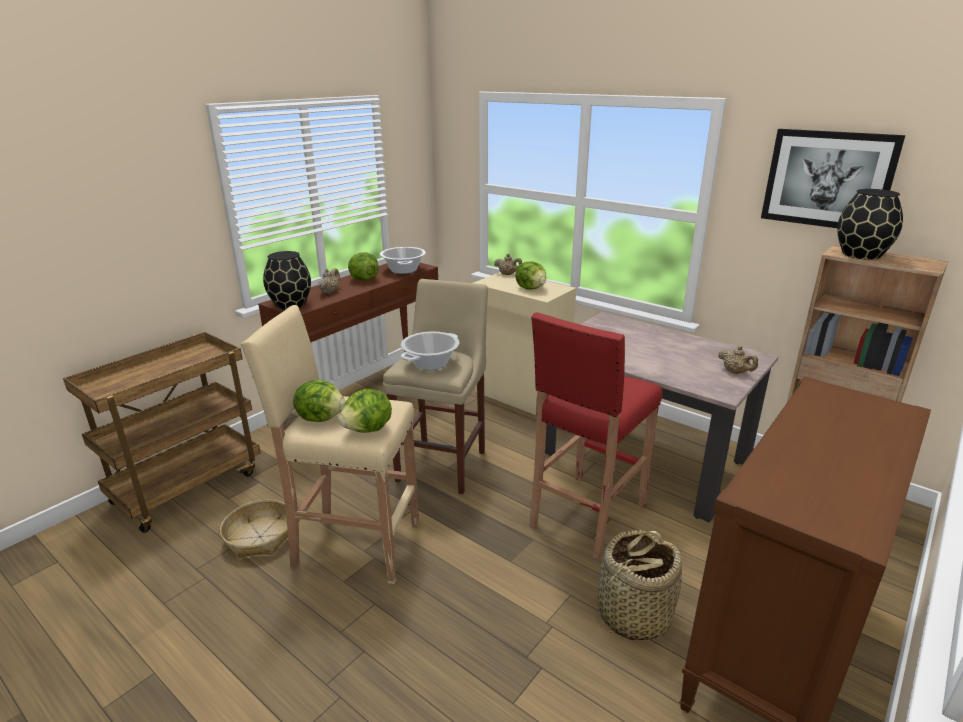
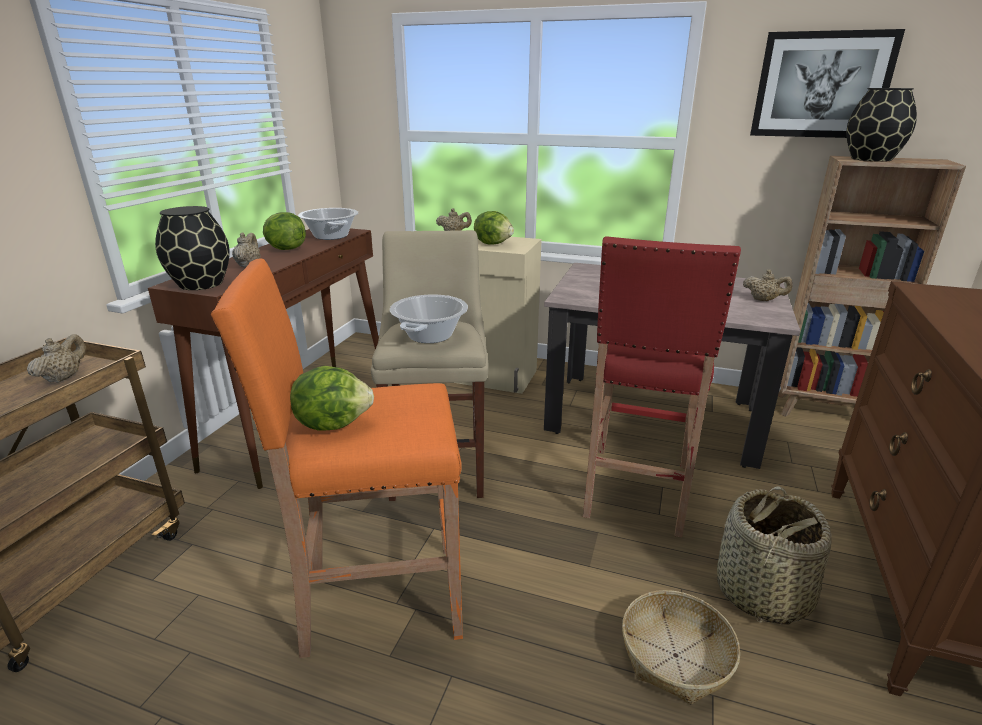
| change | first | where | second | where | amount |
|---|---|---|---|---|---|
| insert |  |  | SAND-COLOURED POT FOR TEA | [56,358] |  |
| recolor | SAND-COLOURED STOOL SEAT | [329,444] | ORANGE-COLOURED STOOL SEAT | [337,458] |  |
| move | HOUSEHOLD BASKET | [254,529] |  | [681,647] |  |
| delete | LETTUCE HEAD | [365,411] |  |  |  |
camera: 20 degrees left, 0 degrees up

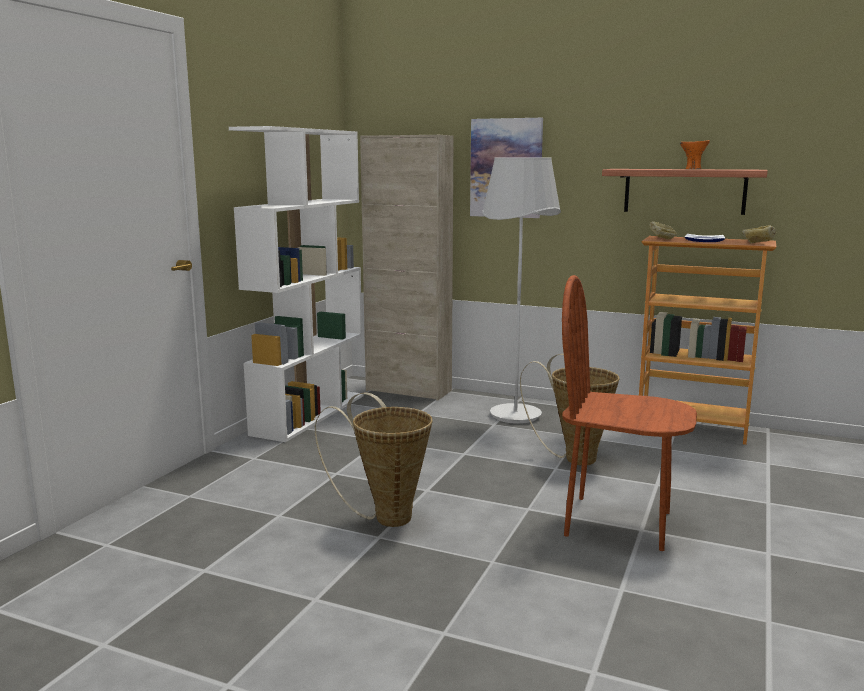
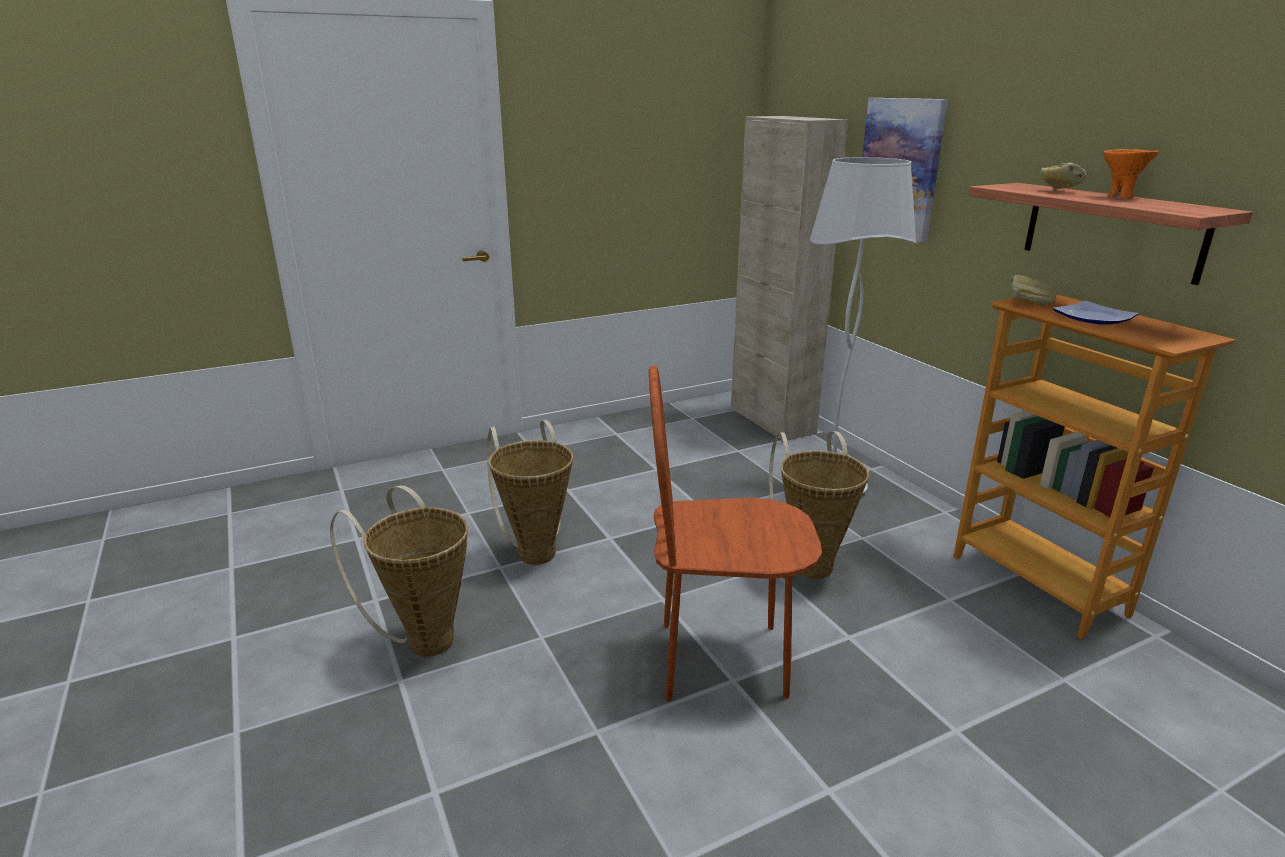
| change | first | where | second | where | amount |
|---|---|---|---|---|---|
| insert |  |  | HOUSEHOLD BASKET | [399,571] |  |
| rotate | BROWN UPRIGHT CHAIR | [629,413] |  | [735,533] | 60 degrees counterclockwise |
| move | BAKERY BREAD | [759,234] |  | [1064,176] |  |
| delete | WHITE-COLOURED SHELVING UNIT | [296,284] |  |  |  |
camera: 40 degrees right, 10 degrees up

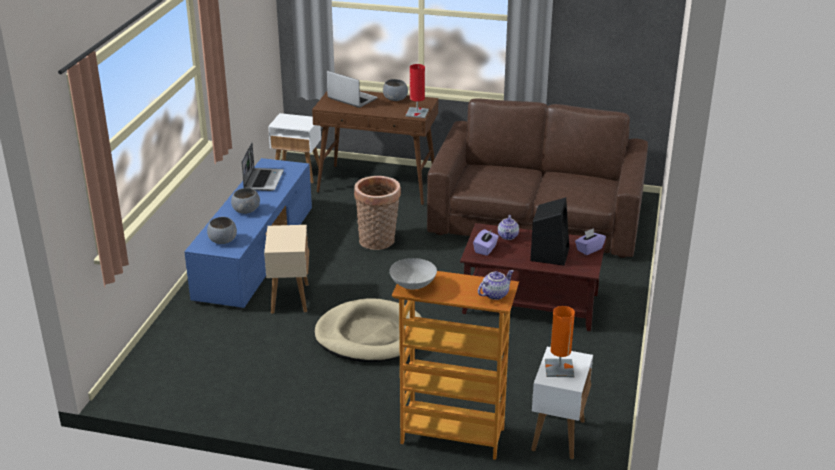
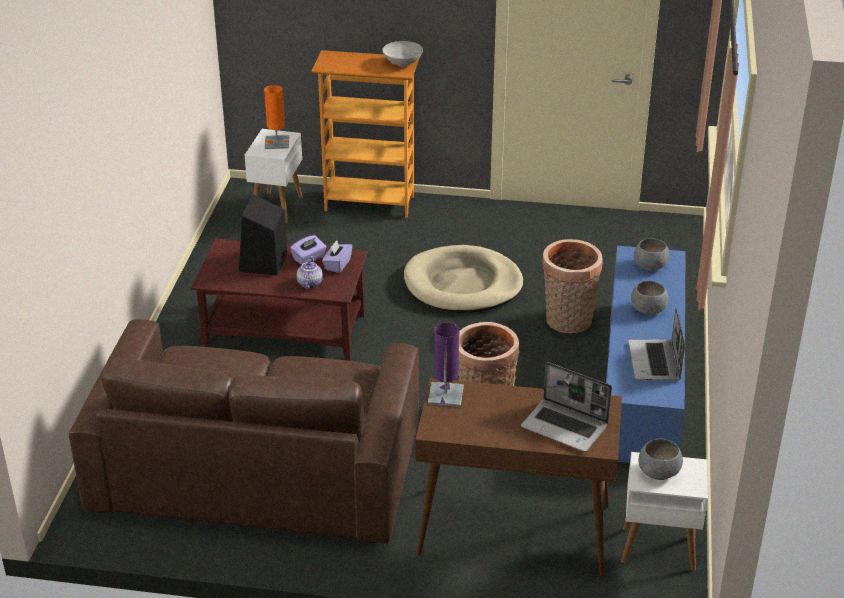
| change | first | where | second | where | amount |
|---|---|---|---|---|---|
| move | PURPLE TISSUE BOX | [590,241] |  | [308,250] |  |
| recolor | RED LAMP FOR A TABLE | [417,91] | PURPLE LAMP FOR A TABLE | [446,364] |  |
| replace | SAND-COLOURED END TABLE | [286,269] | HOUSEHOLD BASKET | [572,286] |  |
| move | GREYISH SERVING BOWL | [395,90] |  | [661,459] |  |
| delete | POT FOR TEA | [496,285] |  |  |  |
camera: 175 degrees right, 5 degrees up

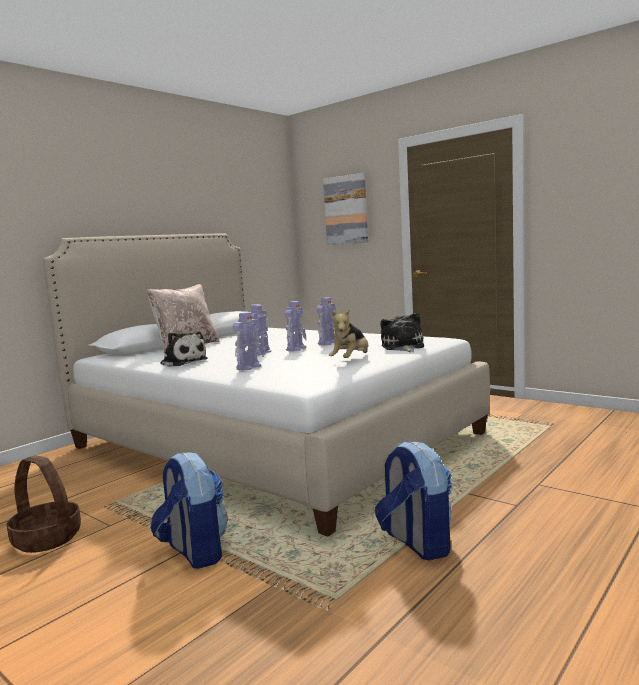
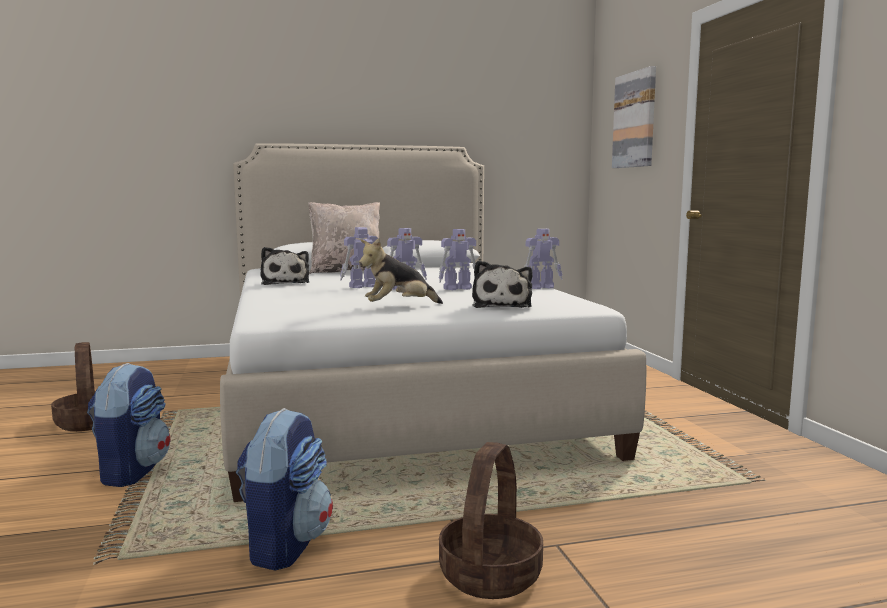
| change | first | where | second | where | amount |
|---|---|---|---|---|---|
| insert |  |  | HOUSEHOLD BASKET | [491,520] |  |
| rotate | PLUSH TOY | [402,332] |  | [502,284] | 150 degrees clockwise |
| move | TOY ROBOT | [248,341] |  | [543,259] |  |
camera: 35 degrees right, 0 degrees up

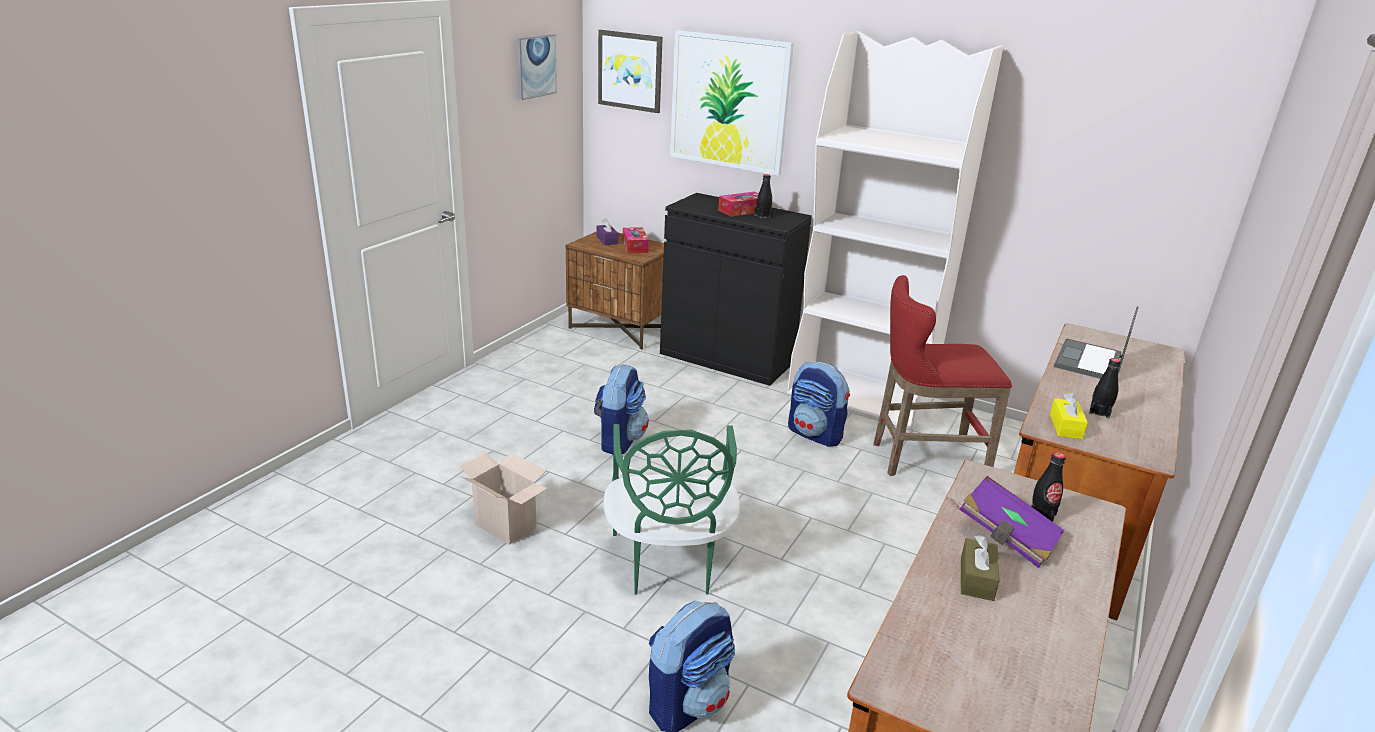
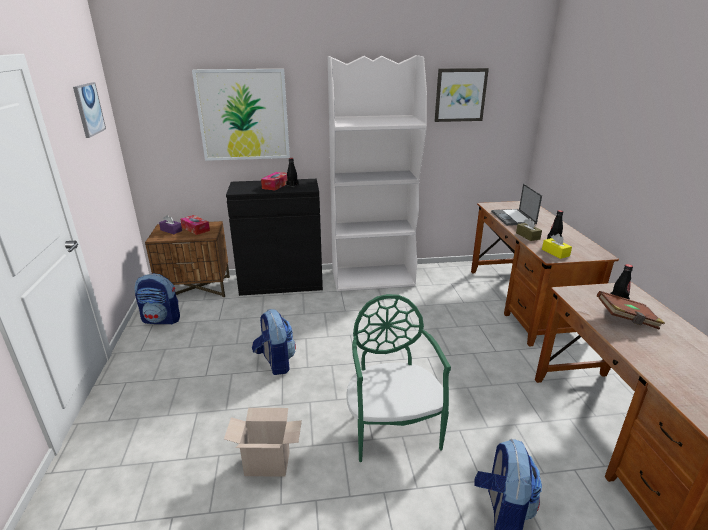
| change | first | where | second | where | amount |
|---|---|---|---|---|---|
| move | RUCKSACK | [819,404] |  | [157,298] |  |
| rotate | GREEN UPRIGHT CHAIR | [671,509] |  | [399,378] | 150 degrees counterclockwise |
| move | WALL PICTURE | [630,71] |  | [461,95] |  |
| move | BROWN TISSUE BOX | [980,568] |  | [529,229] |  |
| recolor | PURPLE BOOK | [1012,522] | BROWN BOOK | [631,310] |  |
| delete | RED STOOL SEAT | [942,375] |  |  |  |
camera: 35 degrees left, 0 degrees up

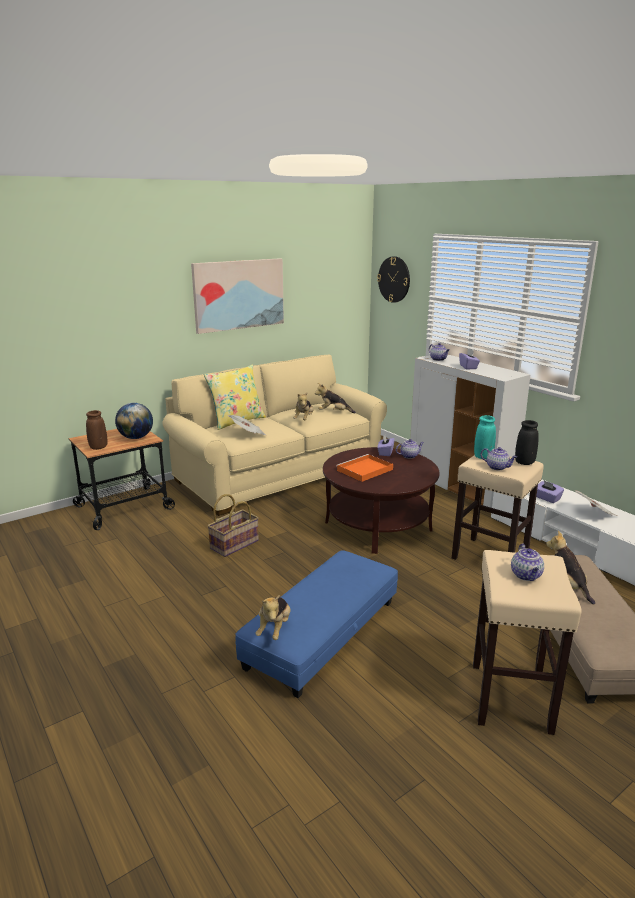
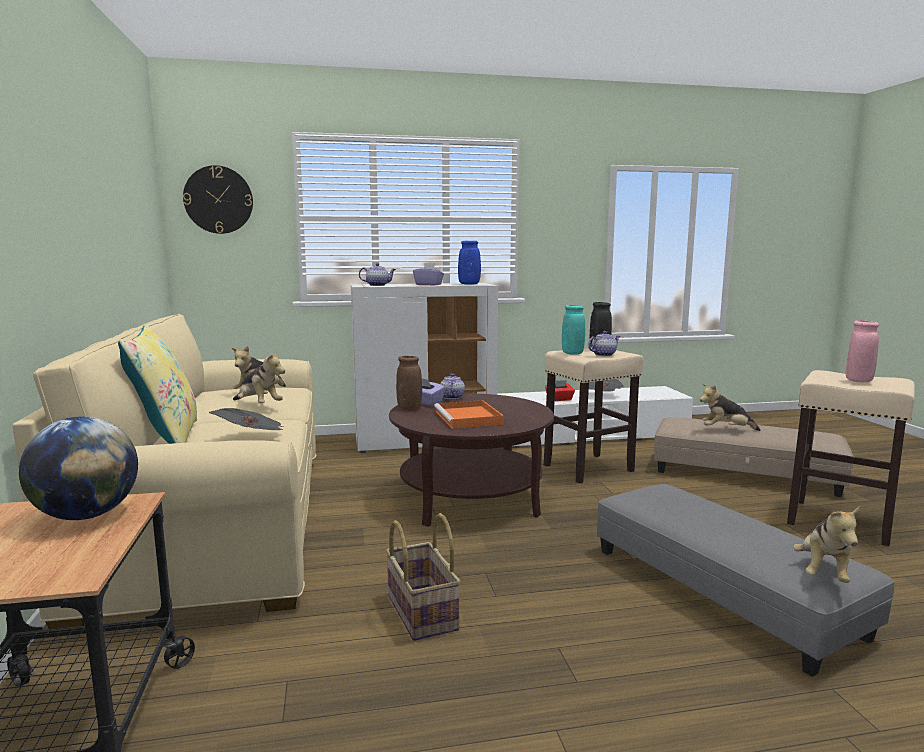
| change | first | where | second | where | amount |
|---|---|---|---|---|---|
| move | BROWN FLOWER VASE | [96,430] |  | [409,383] |  |
| insert |  |  | BLUISH FLOWER VASE | [469,263] |  |
| recolor | PURPLE TISSUE BOX | [550,492] | RED TISSUE BOX | [560,390] |  |
| recolor | BLUISH OTTOMAN | [317,624] | GREYISH OTTOMAN | [745,580] |  |
| rotate | PLUSH TOY | [273,617] |  | [826,544] | 75 degrees clockwise |
| replace | POT FOR TEA | [527,562] | PINKISH FLOWER VASE | [862,351] |  |
| delete | WALL PICTURE | [237,296] |  |  |  |
camera: 65 degrees left, 10 degrees down

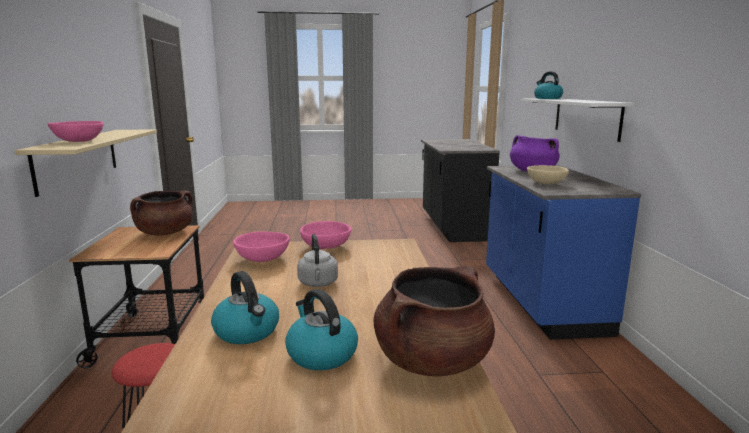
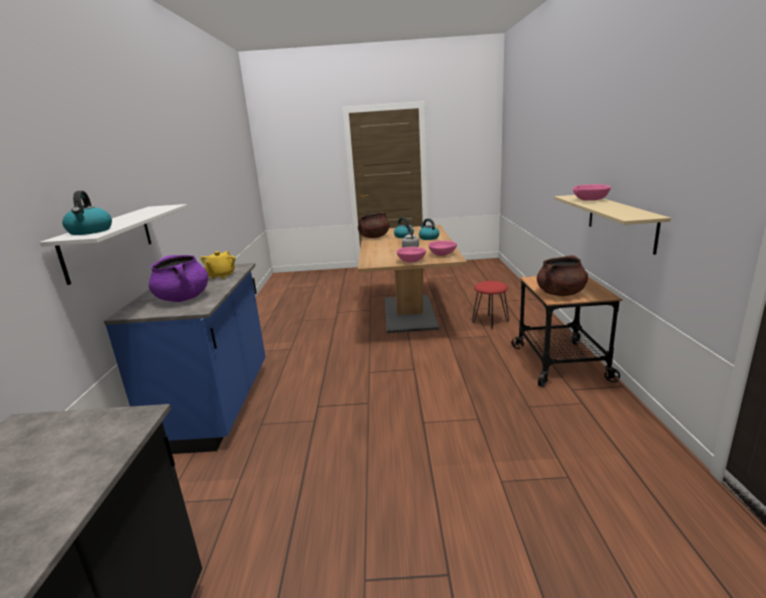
| change | first | where | second | where | amount |
|---|---|---|---|---|---|
| replace | SAND-COLOURED SERVING BOWL | [548,174] | YELLOW-COLOURED POT FOR TEA | [218,265] |  |
camera: 175 degrees left, 5 degrees up

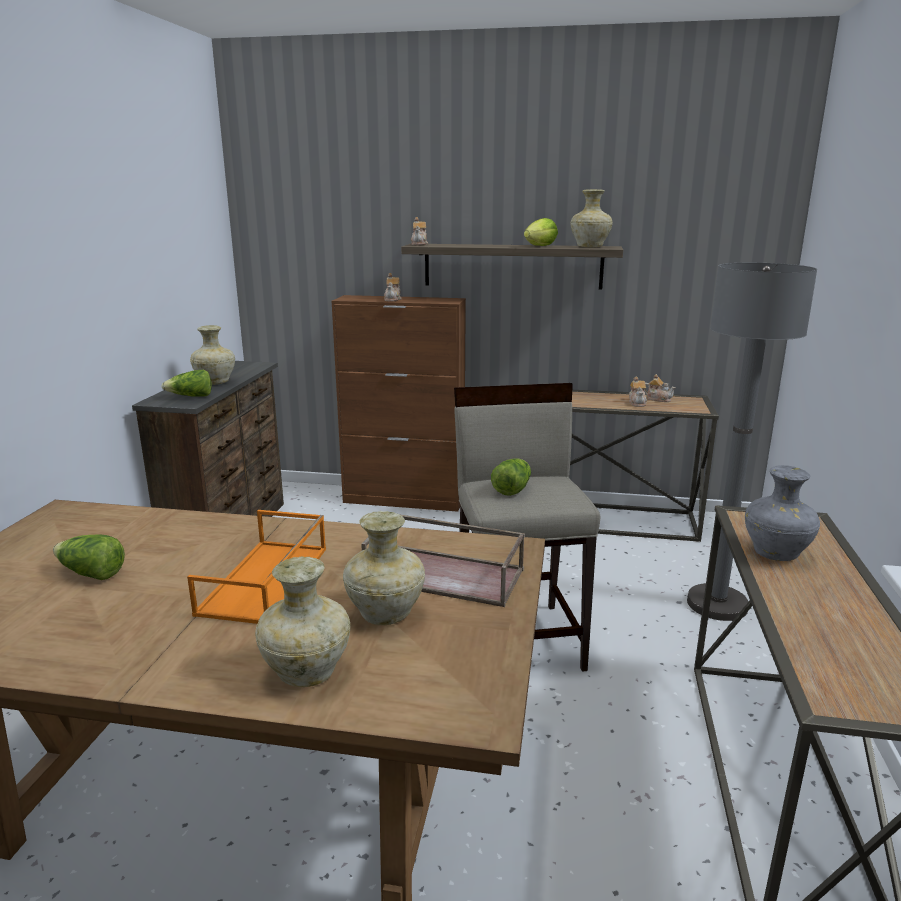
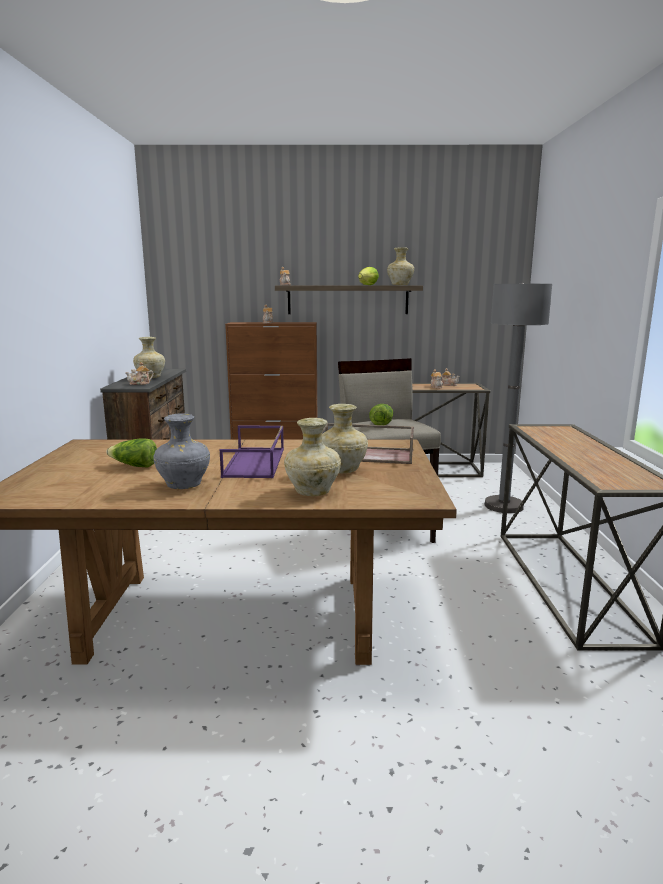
| change | first | where | second | where | amount |
|---|---|---|---|---|---|
| replace | LETTUCE HEAD | [186,383] | POT FOR TEA | [139,373] |  |
| move | GREYISH FLOWER VASE | [782,513] |  | [181,451] |  |
| recolor | ORANGE-COLOURED TRAY | [256,567] | PURPLE TRAY | [252,452] |  |
camera: 10 degrees left, 5 degrees down

